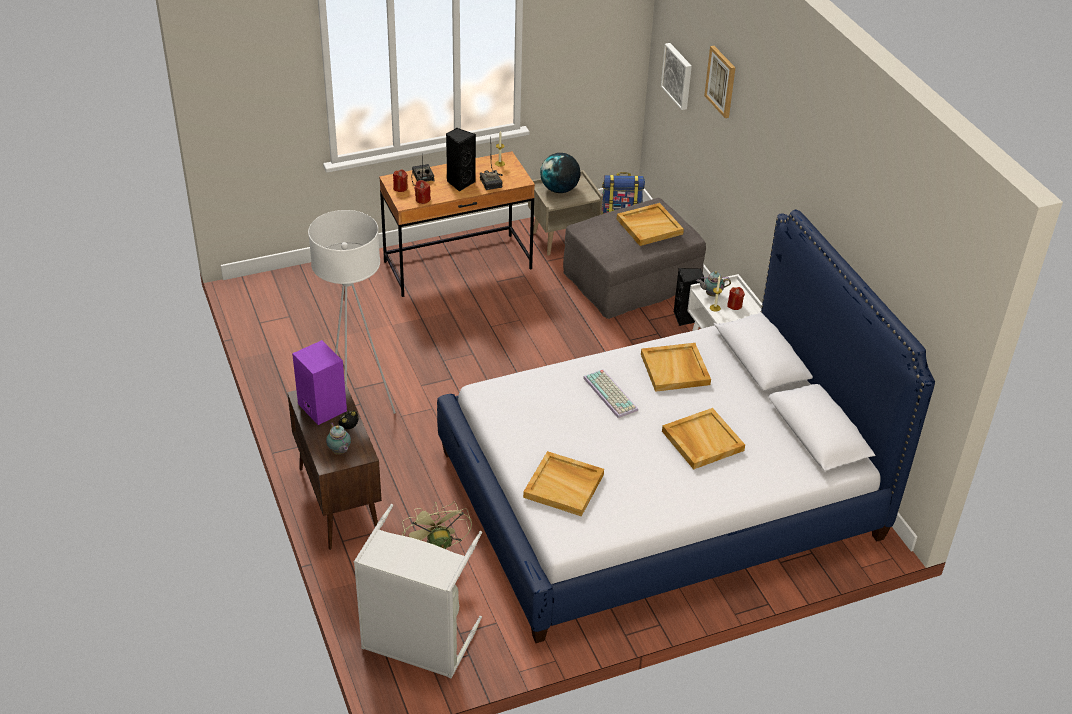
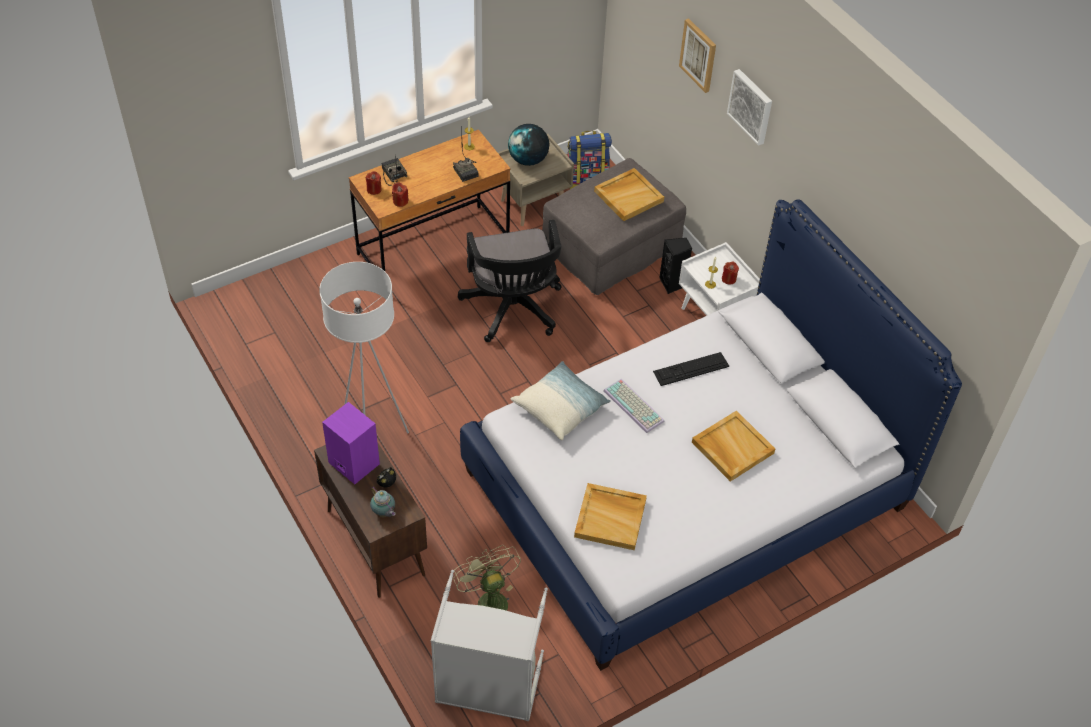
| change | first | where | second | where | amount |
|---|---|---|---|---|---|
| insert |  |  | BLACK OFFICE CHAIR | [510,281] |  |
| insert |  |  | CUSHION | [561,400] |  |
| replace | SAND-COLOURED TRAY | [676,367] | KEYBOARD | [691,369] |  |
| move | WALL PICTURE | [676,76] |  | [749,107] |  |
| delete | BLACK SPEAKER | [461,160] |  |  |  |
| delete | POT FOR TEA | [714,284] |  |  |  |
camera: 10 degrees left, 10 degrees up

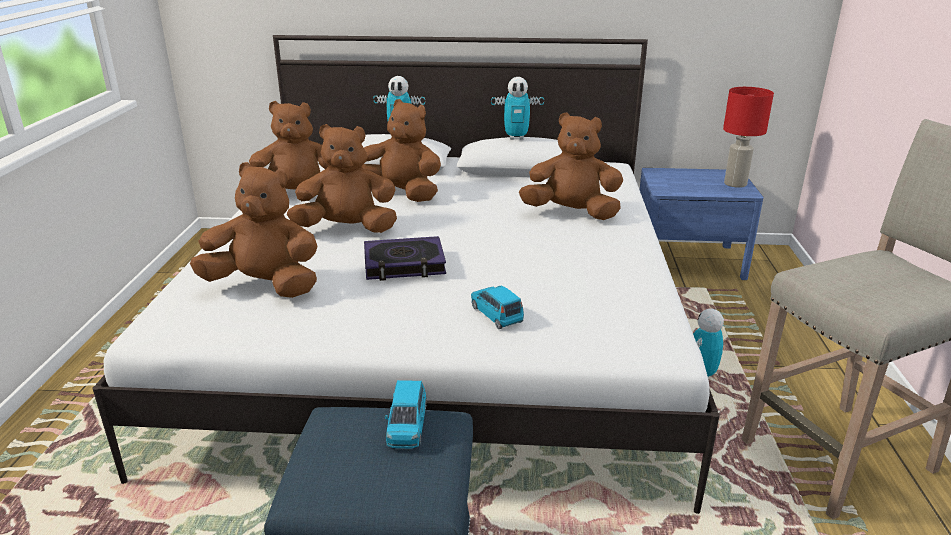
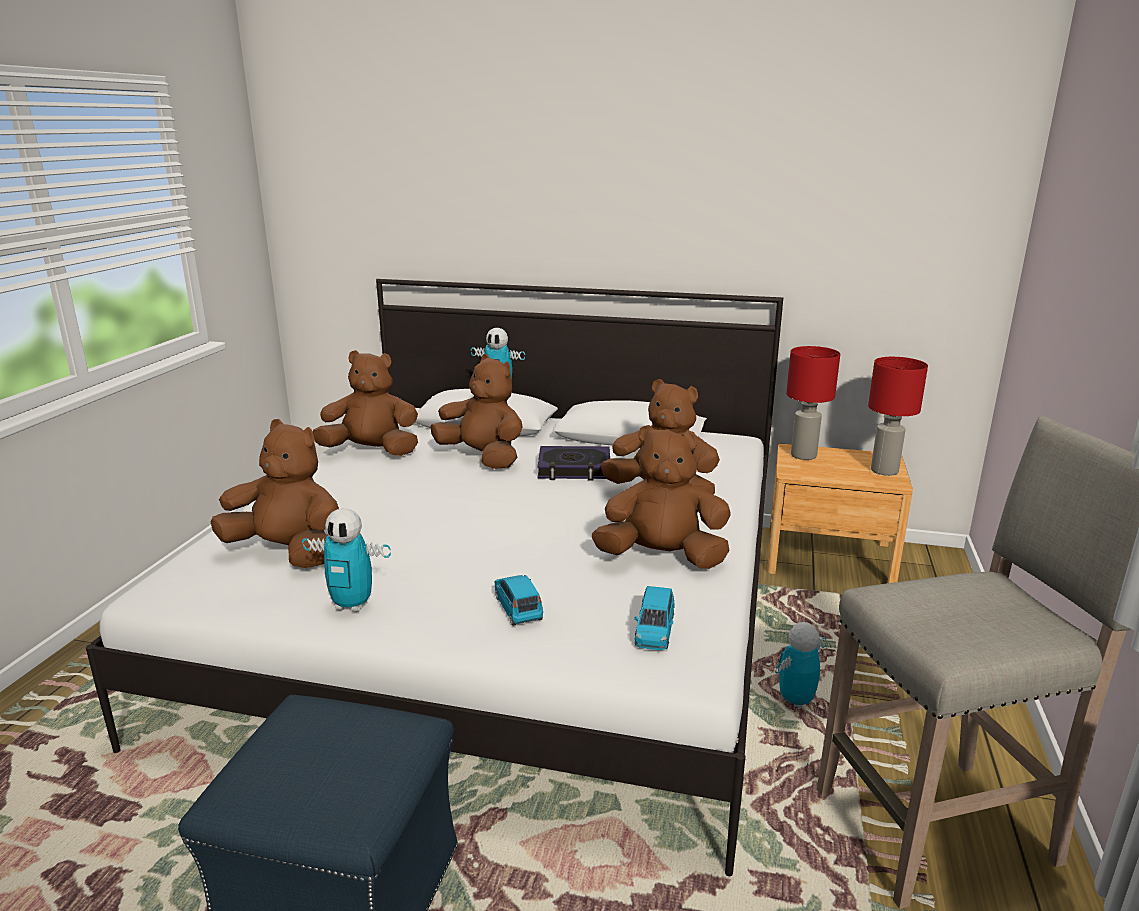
| change | first | where | second | where | amount |
|---|---|---|---|---|---|
| move | TOY ROBOT | [517,108] |  | [346,560] |  |
| move | BOOK | [405,258] |  | [573,463] |  |
| move | BROWN PLUSH TOY | [342,178] |  | [661,497] |  |
| move | BLUISH MODEL CAR | [406,414] |  | [654,618] |  |
| recolor | BLUISH BEDSIDE TABLE | [701,224] | BROWN BEDSIDE TABLE | [840,513] |  |
| insert |  |  | RED LAMP FOR A TABLE | [813,403] |  |
camera: 10 degrees right, 5 degrees down

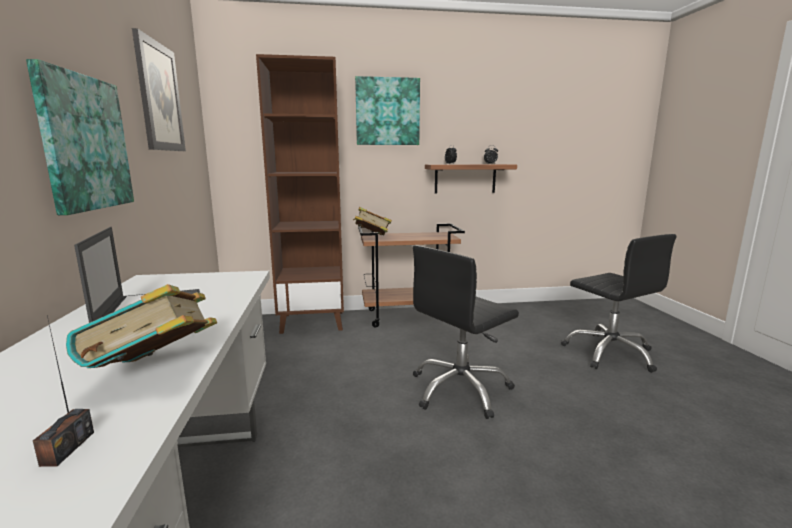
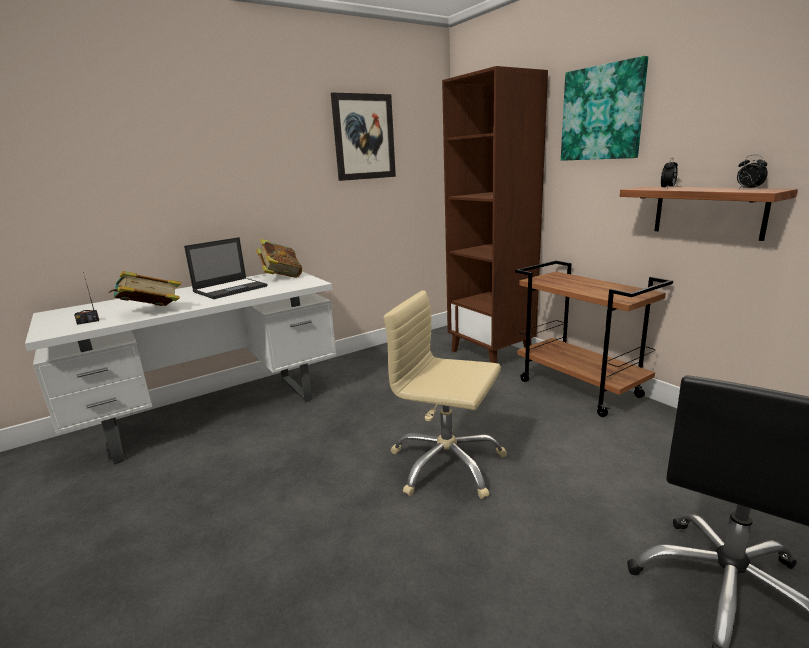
| change | first | where | second | where | amount |
|---|---|---|---|---|---|
| move | BOOK | [372,221] |  | [279,258] |  |
| recolor | BLACK OFFICE CHAIR | [466,332] | SAND-COLOURED OFFICE CHAIR | [445,394] |  |
| delete | WALL PICTURE | [80,137] |  |  |  |
camera: 65 degrees right, 5 degrees up

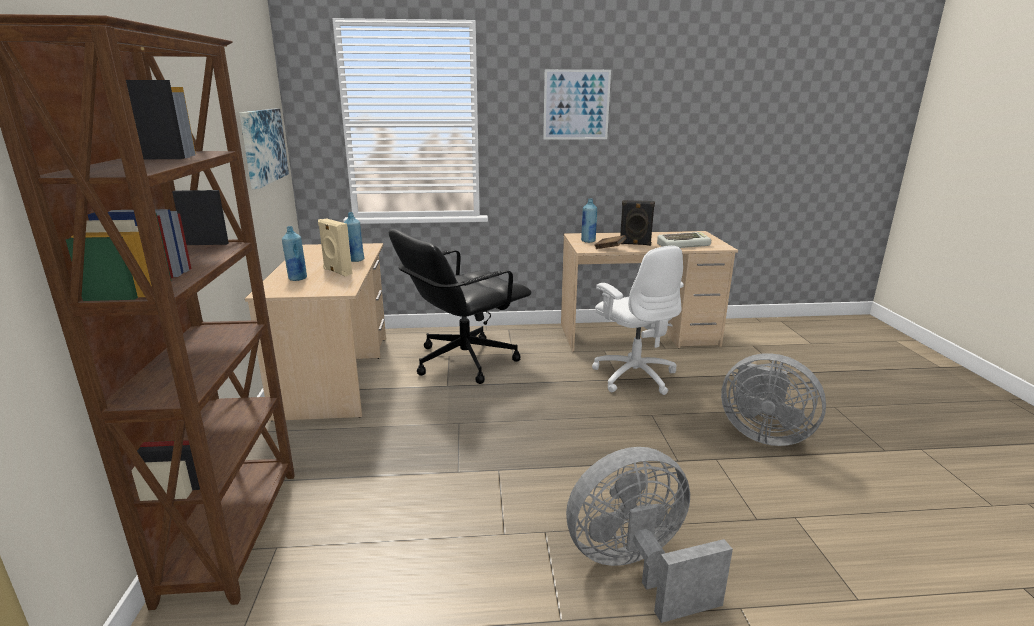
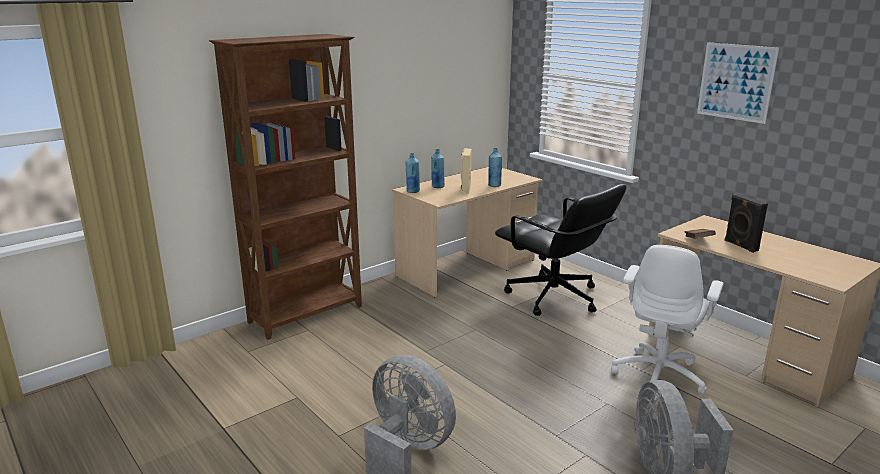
| change | first | where | second | where | amount |
|---|---|---|---|---|---|
| move | BLUISH BOTTLE | [589,221] |  | [413,173] |  |
| rotate | BLACK OFFICE CHAIR | [460,306] |  | [561,250] | 150 degrees counterclockwise |
| delete | WALL PICTURE | [264,149] |  |  |  |
| delete | KEYBOARD | [684,240] |  |  |  |
camera: 55 degrees right, 0 degrees up

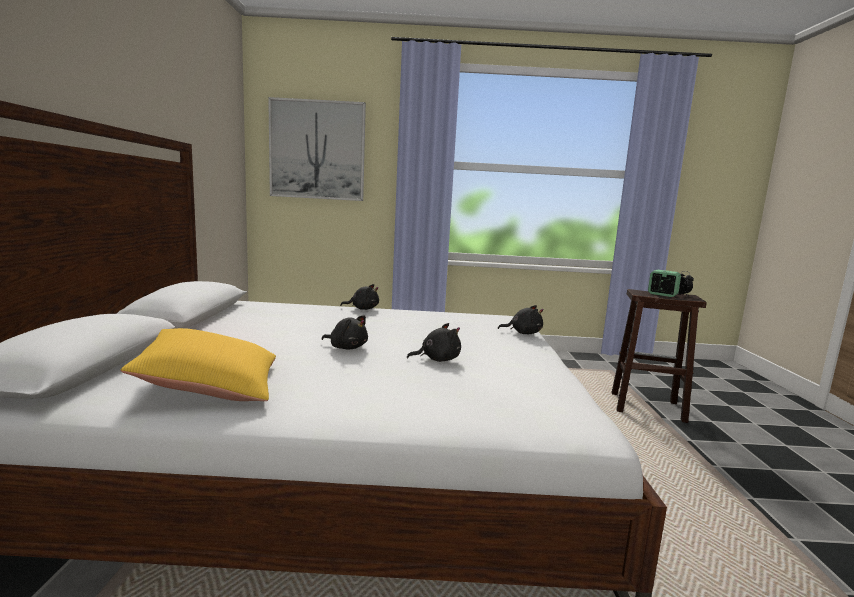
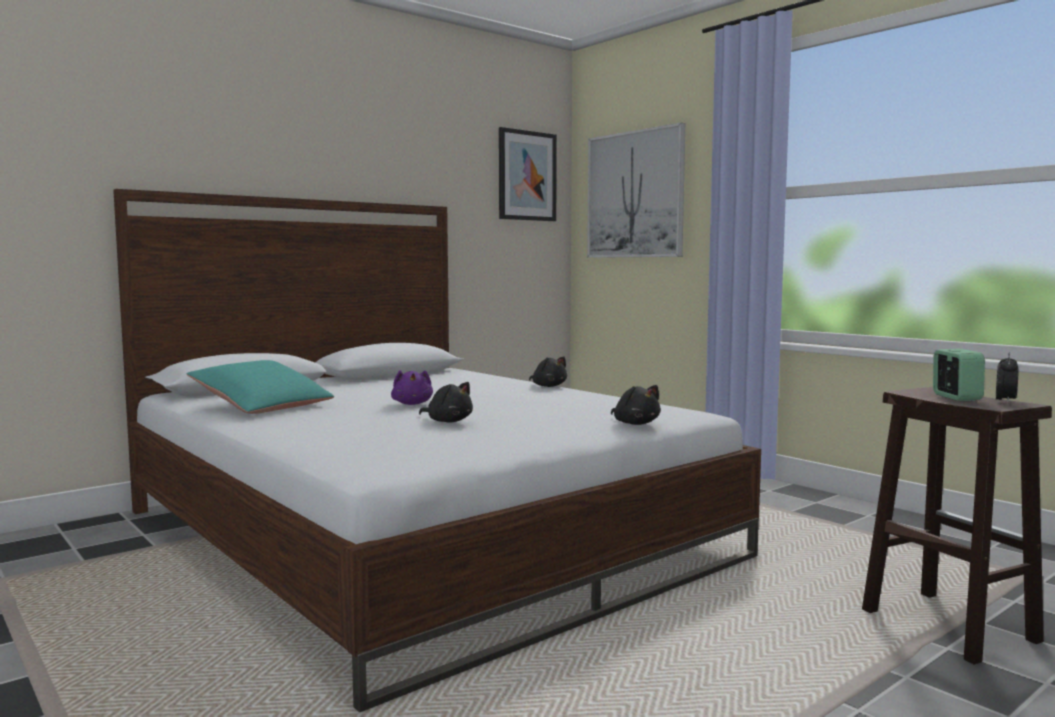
| change | first | where | second | where | amount |
|---|---|---|---|---|---|
| recolor | YELLOW-COLOURED CUSHION | [198,364] | BLUE-GREEN CUSHION | [260,387] |  |
| recolor | BLACK PLUSH TOY | [345,332] | PURPLE PLUSH TOY | [412,387] |  |
| insert |  |  | WALL PICTURE | [528,174] |  |
camera: 50 degrees right, 5 degrees down

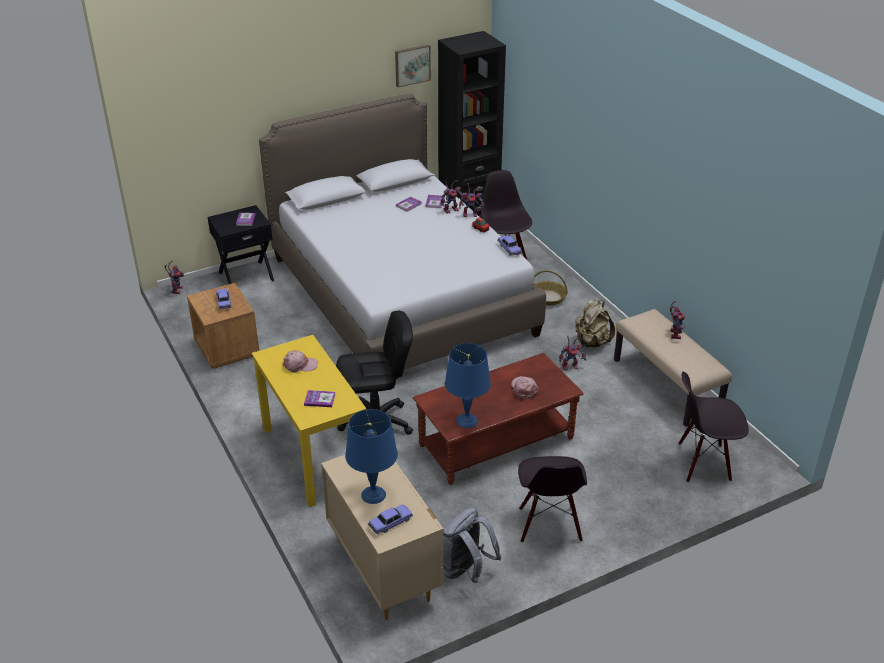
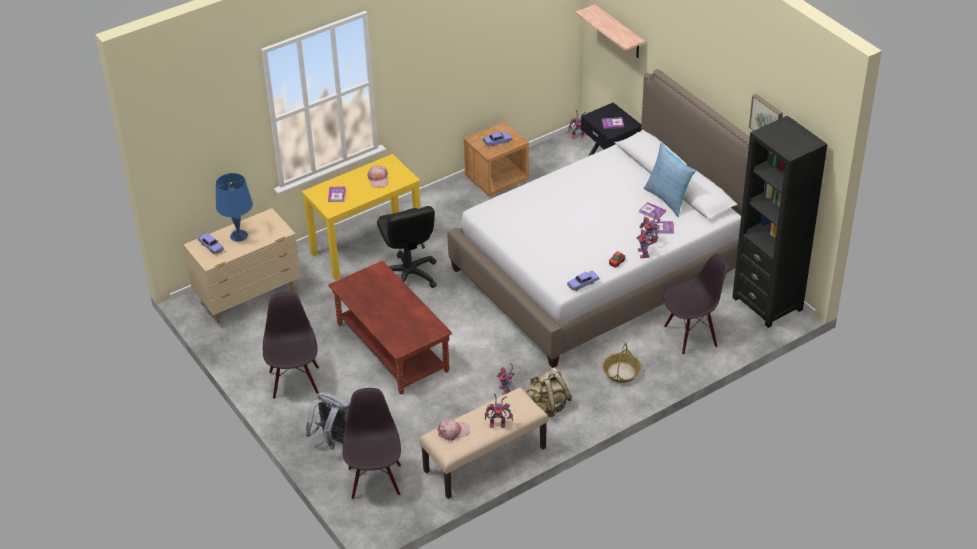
| change | first | where | second | where | amount |
|---|---|---|---|---|---|
| rotate | BLACK UPRIGHT CHAIR | [552,499] |  | [291,345] | 90 degrees clockwise |
| move | GREYISH RUCKSACK | [472,545] |  | [328,421] |  |
| move | PINKISH BASEBALL CAP | [525,387] |  | [453,430] |  |
| insert |  |  | WALL SHELF | [610,31] |  |
| insert |  |  | CUSHION | [670,180] |  |
| delete | BLUISH LAMP FOR A TABLE | [468,385] |  |  |  |
camera: 85 degrees right, 5 degrees up

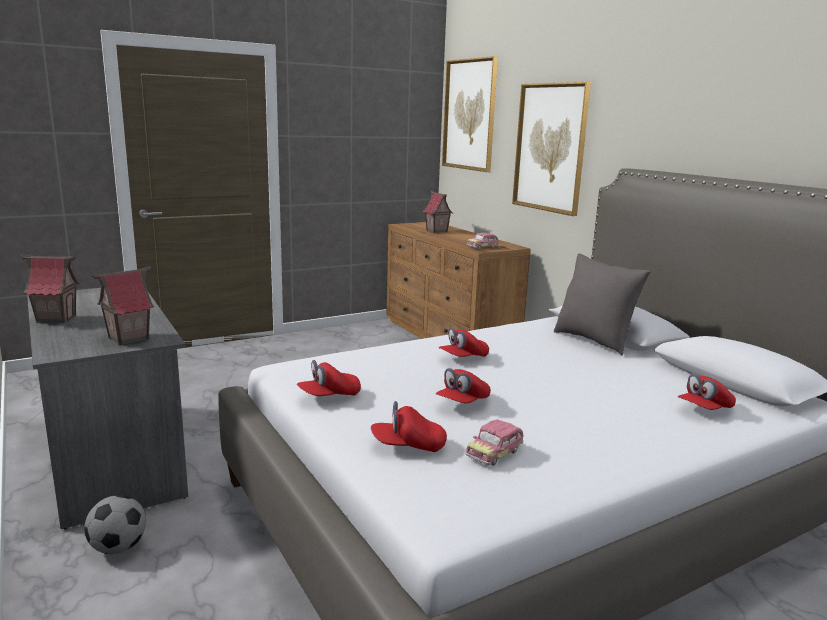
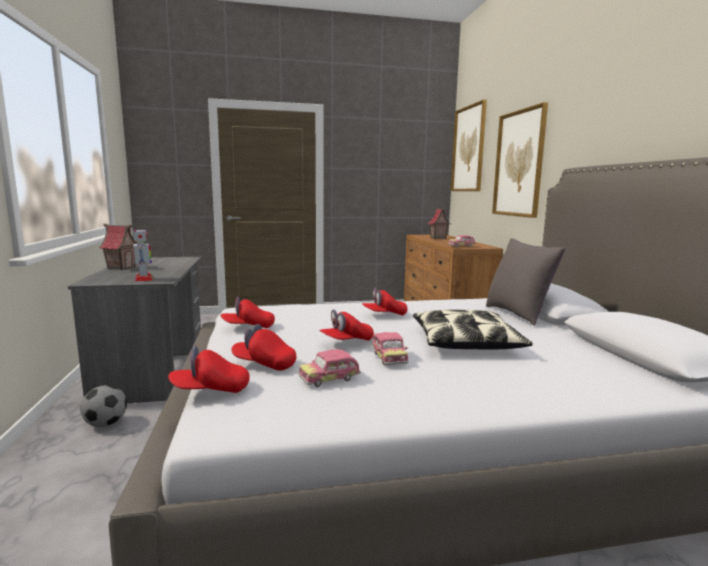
| change | first | where | second | where | amount |
|---|---|---|---|---|---|
| replace | MINIATURE HOUSE | [122,305] | TOY ROBOT | [143,255] |  |
| move | RED BASEBALL CAP | [707,391] |  | [209,369] |  |
| insert |  |  | MODEL CAR | [390,348] |  |
| insert |  |  | CUSHION | [473,329] |  |
camera: 20 degrees right, 5 degrees down

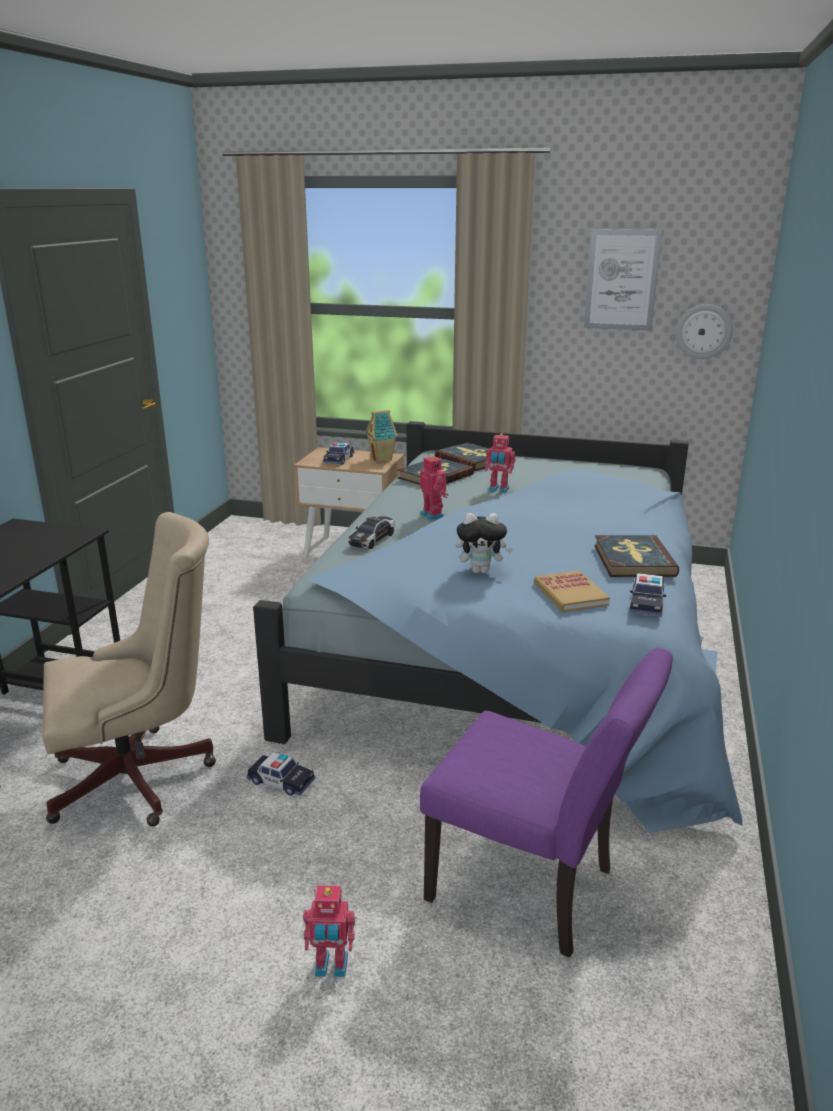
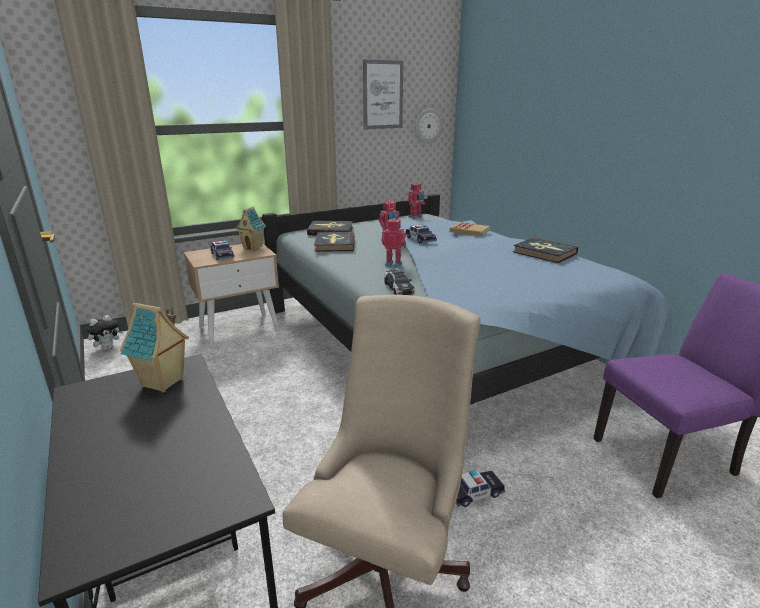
| change | first | where | second | where | amount |
|---|---|---|---|---|---|
| move | PLUSH TOY | [484,543] |  | [105,332] |  |
| insert |  |  | MINIATURE HOUSE | [154,348] |  |
| move | MODEL CAR | [647,595] |  | [421,234] |  |
| move | TOY ROBOT | [329,931] |  | [416,200] |  |
| move | BOOK | [572,591] |  | [469,229] |  |
camera: 45 degrees left, 0 degrees up

